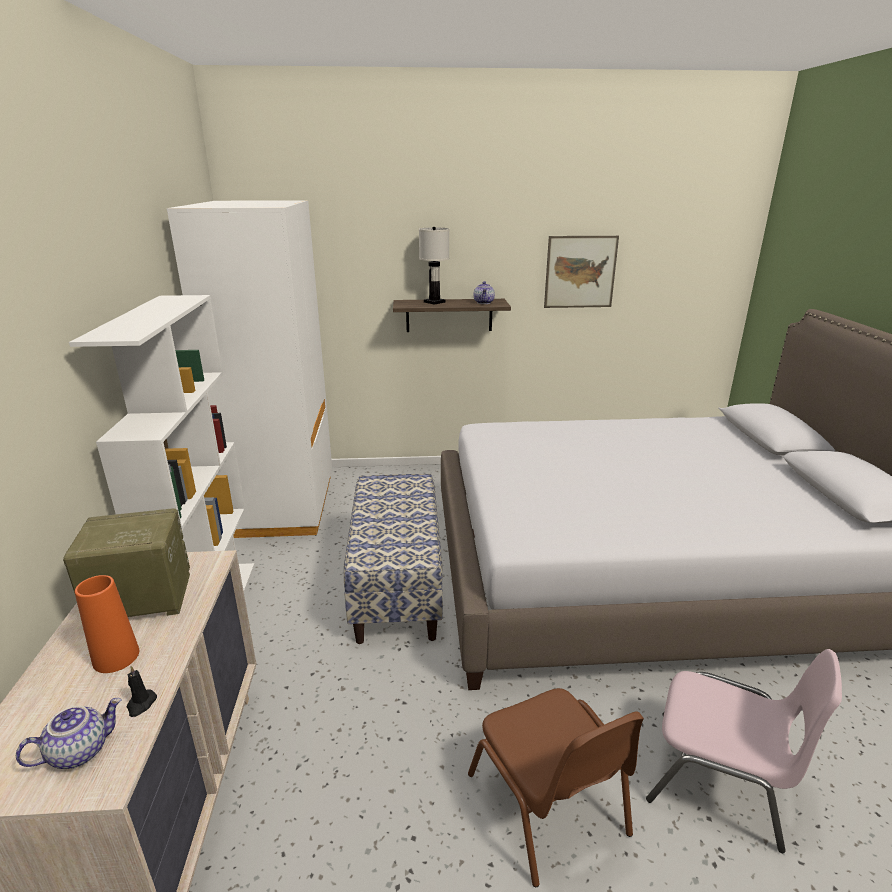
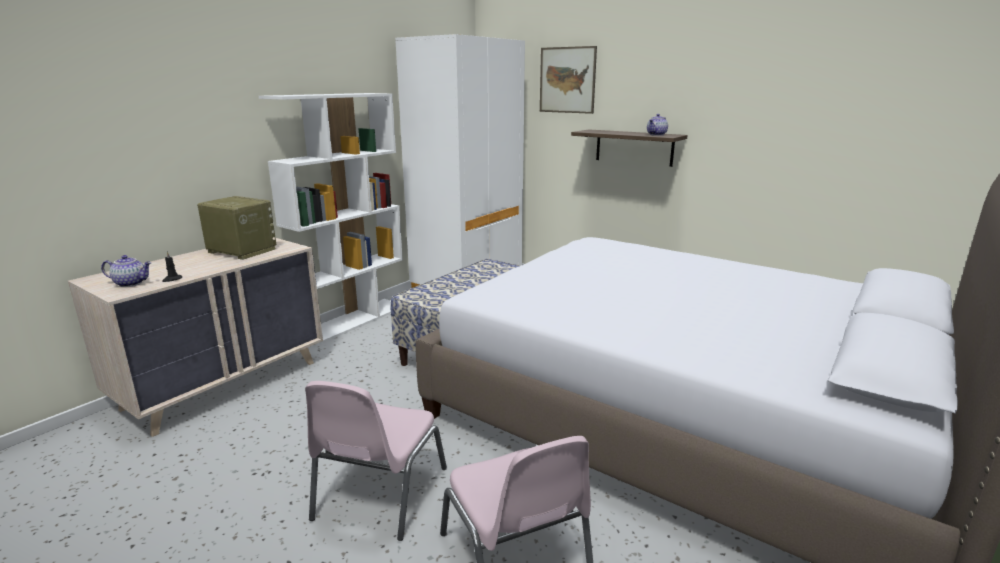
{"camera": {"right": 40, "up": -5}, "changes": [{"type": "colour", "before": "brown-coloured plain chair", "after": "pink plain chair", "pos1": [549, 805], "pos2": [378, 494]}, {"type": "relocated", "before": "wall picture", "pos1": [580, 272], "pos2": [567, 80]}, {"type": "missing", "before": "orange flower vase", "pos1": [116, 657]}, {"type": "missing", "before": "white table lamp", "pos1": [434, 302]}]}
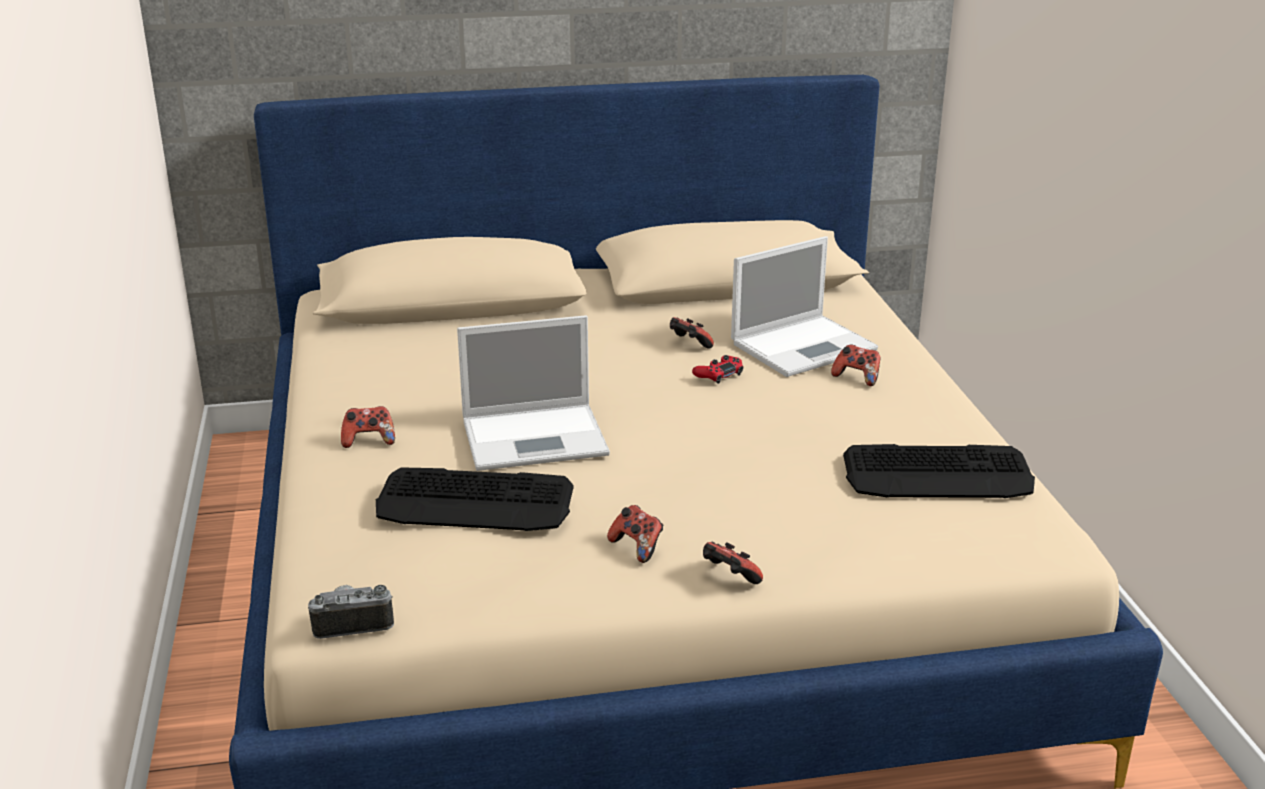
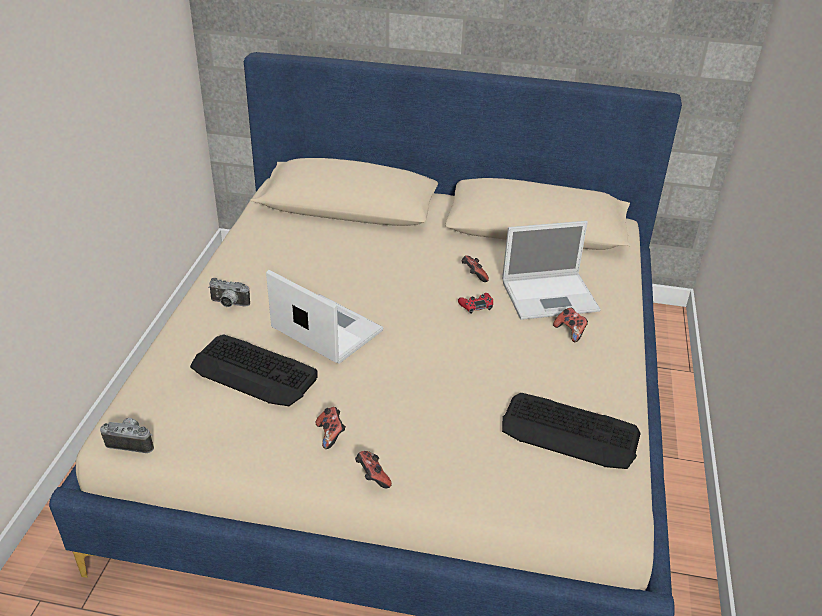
{"camera": {"right": 20, "up": 10}, "changes": [{"type": "exchanged", "before": "gamepad", "after": "photo camera", "pos1": [369, 440], "pos2": [228, 304]}, {"type": "spun", "before": "laptop", "pos1": [537, 437], "pos2": [325, 329], "turn": -150}]}
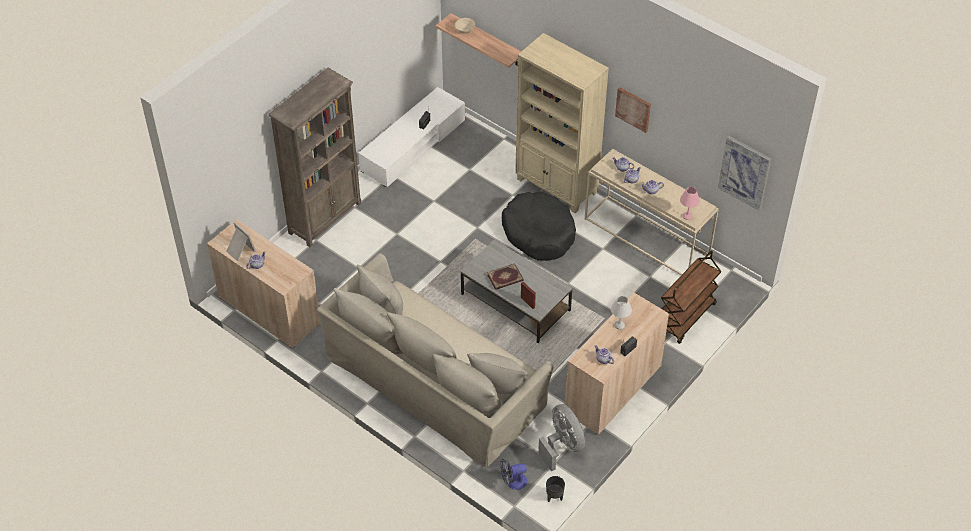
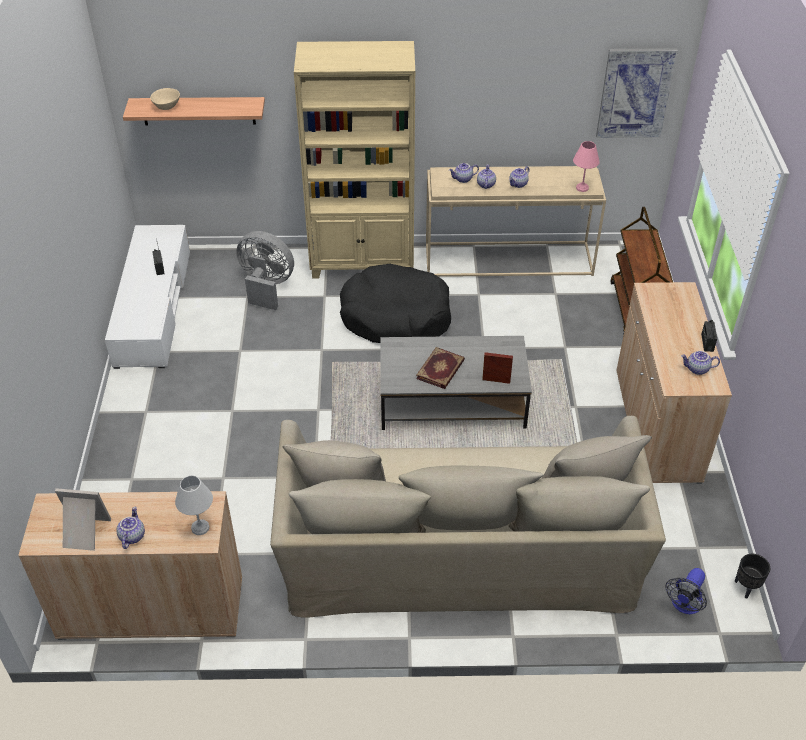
{"camera": {"right": -40, "up": -5}, "changes": [{"type": "relocated", "before": "white table lamp", "pos1": [619, 325], "pos2": [200, 527]}, {"type": "relocated", "before": "grey fan", "pos1": [562, 446], "pos2": [266, 286]}, {"type": "missing", "before": "brown-coloured shelving unit", "pos1": [325, 217]}, {"type": "missing", "before": "wall picture", "pos1": [633, 109]}]}
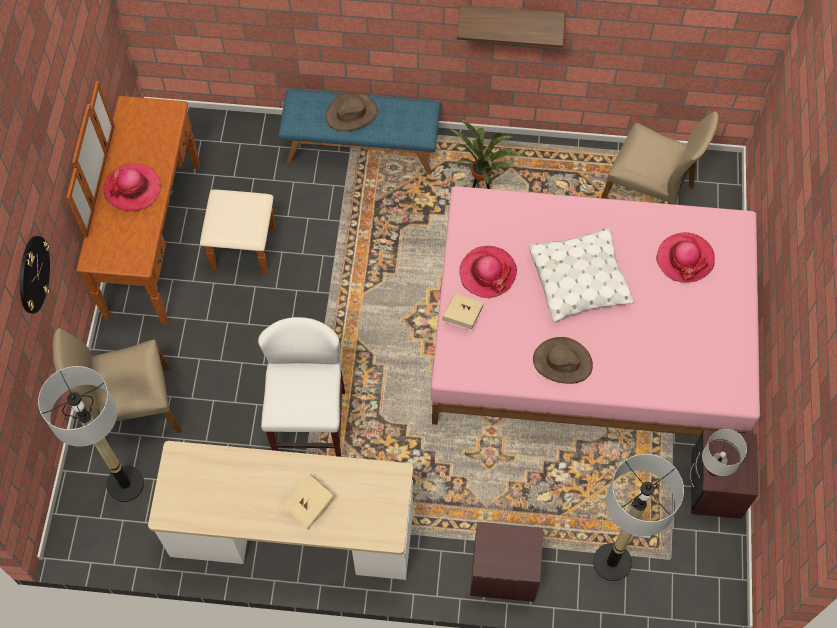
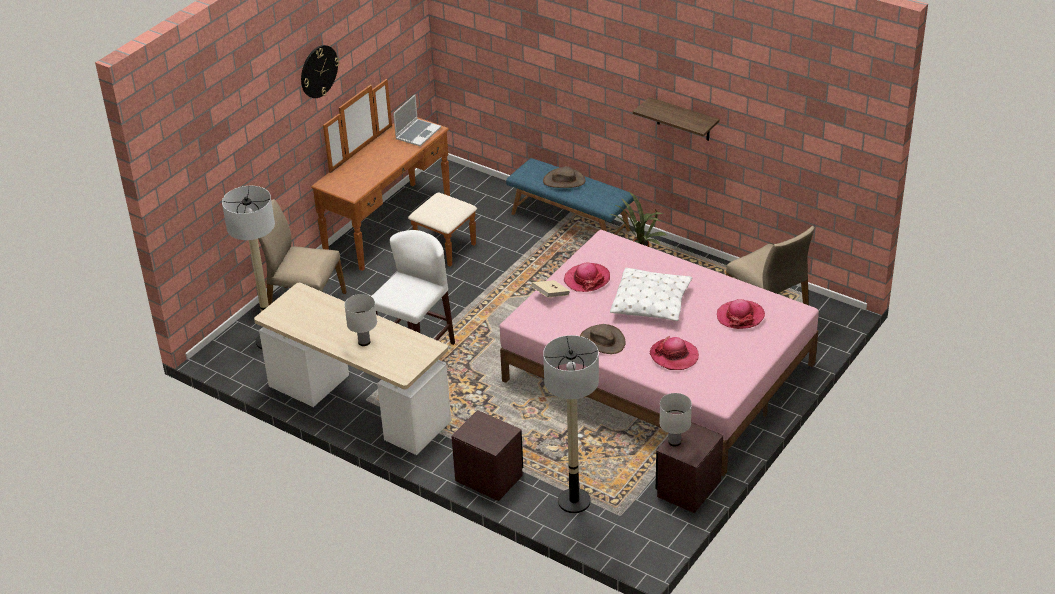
{"camera": {"right": 30, "up": -25}, "changes": [{"type": "relocated", "before": "hanging clock", "pos1": [33, 274], "pos2": [318, 71]}, {"type": "exchanged", "before": "beige book", "after": "white table lamp", "pos1": [310, 504], "pos2": [364, 342]}, {"type": "appeared", "after": "laptop", "pos2": [418, 133]}, {"type": "relocated", "before": "wearable hat", "pos1": [133, 189], "pos2": [674, 356]}]}
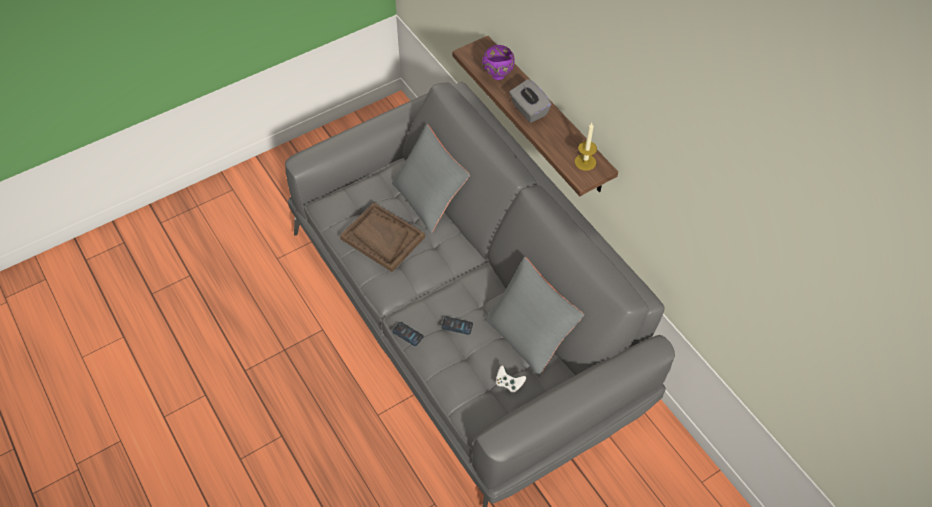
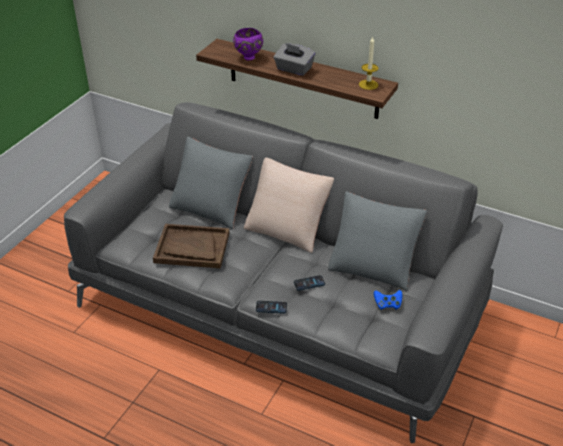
{"camera": {"right": -30, "up": -15}, "changes": [{"type": "appeared", "after": "beige throw pillow", "pos2": [287, 228]}, {"type": "colour", "before": "white gamepad", "after": "blue gamepad", "pos1": [509, 383], "pos2": [387, 304]}]}
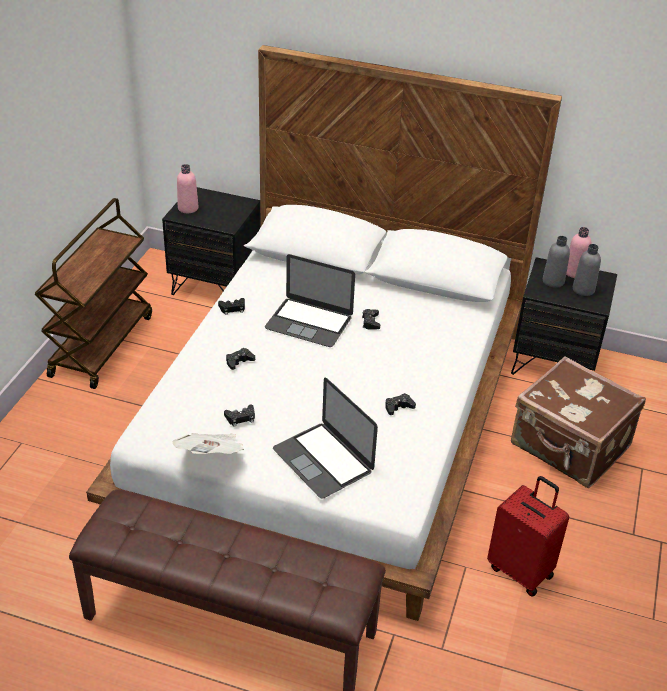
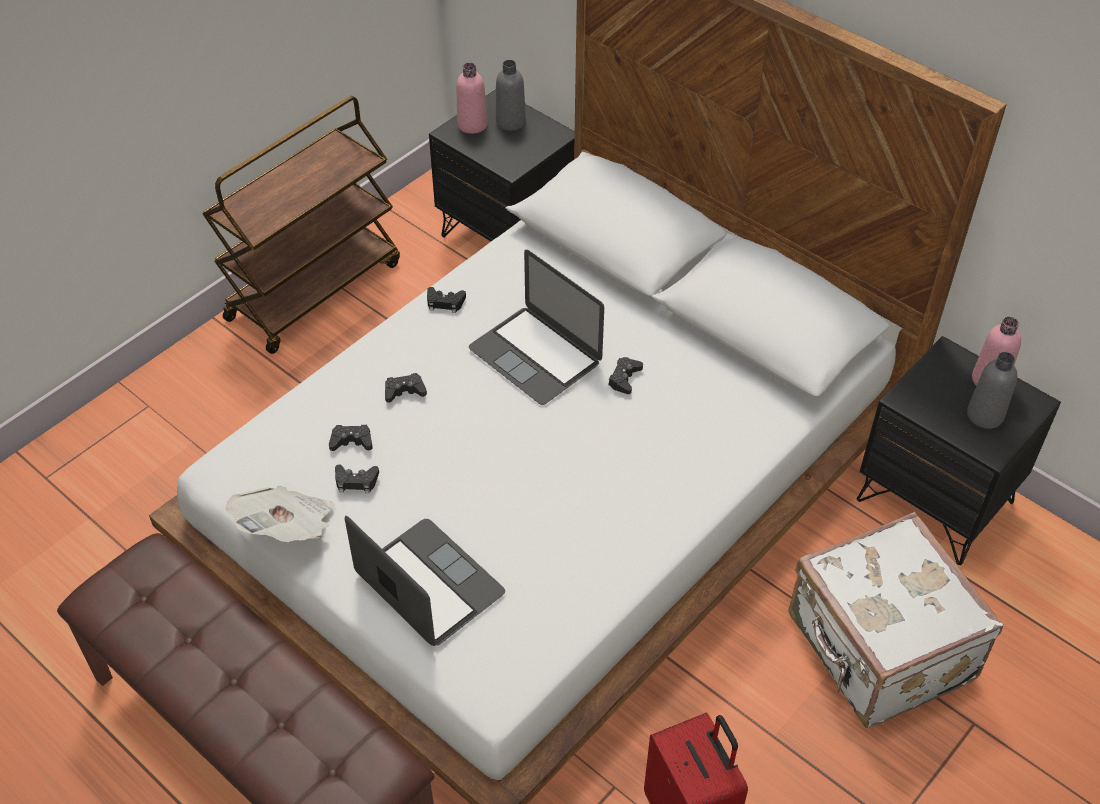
{"camera": {"right": 25, "up": 10}, "changes": [{"type": "relocated", "before": "black gamepad", "pos1": [398, 407], "pos2": [352, 441]}, {"type": "spun", "before": "laptop", "pos1": [323, 460], "pos2": [428, 583], "turn": 150}, {"type": "relocated", "before": "grey beverage bottle", "pos1": [553, 281], "pos2": [510, 122]}, {"type": "colour", "before": "brown-coloured travel case", "after": "white travel case", "pos1": [569, 447], "pos2": [877, 650]}]}
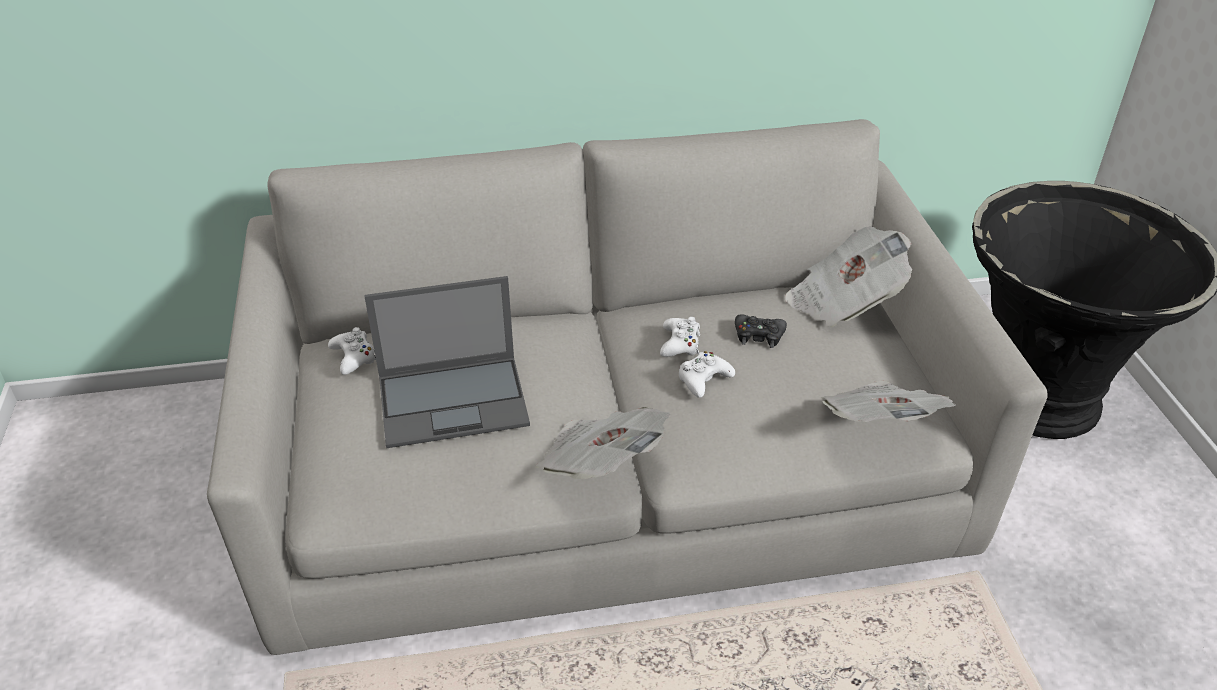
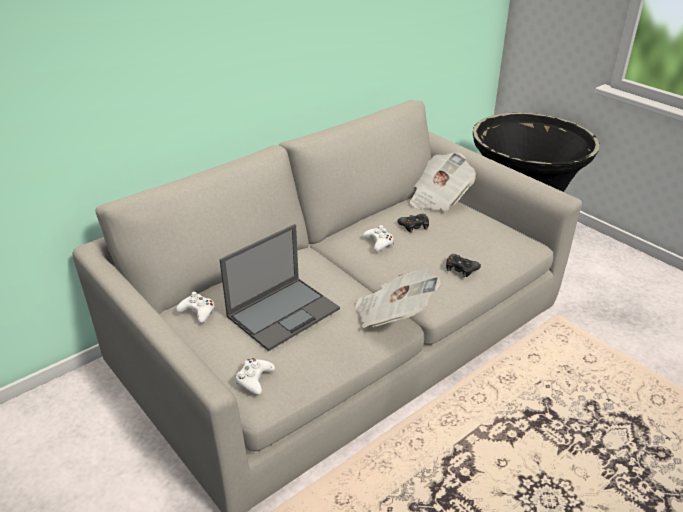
{"camera": {"right": -30, "up": -5}, "changes": [{"type": "relocated", "before": "white gamepad", "pos1": [703, 379], "pos2": [254, 379]}, {"type": "appeared", "after": "black gamepad", "pos2": [461, 269]}, {"type": "missing", "before": "printed paper", "pos1": [880, 426]}]}
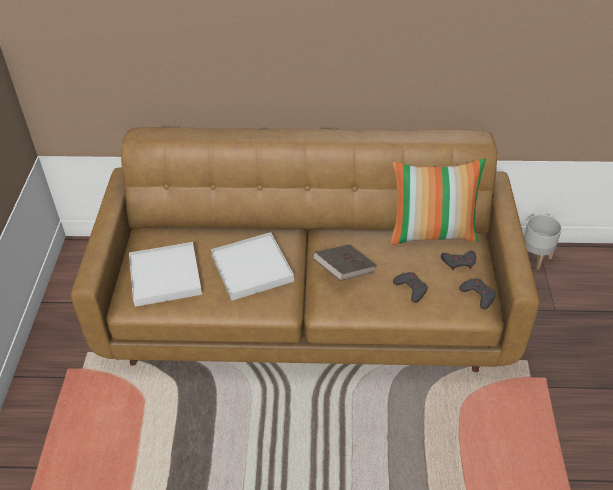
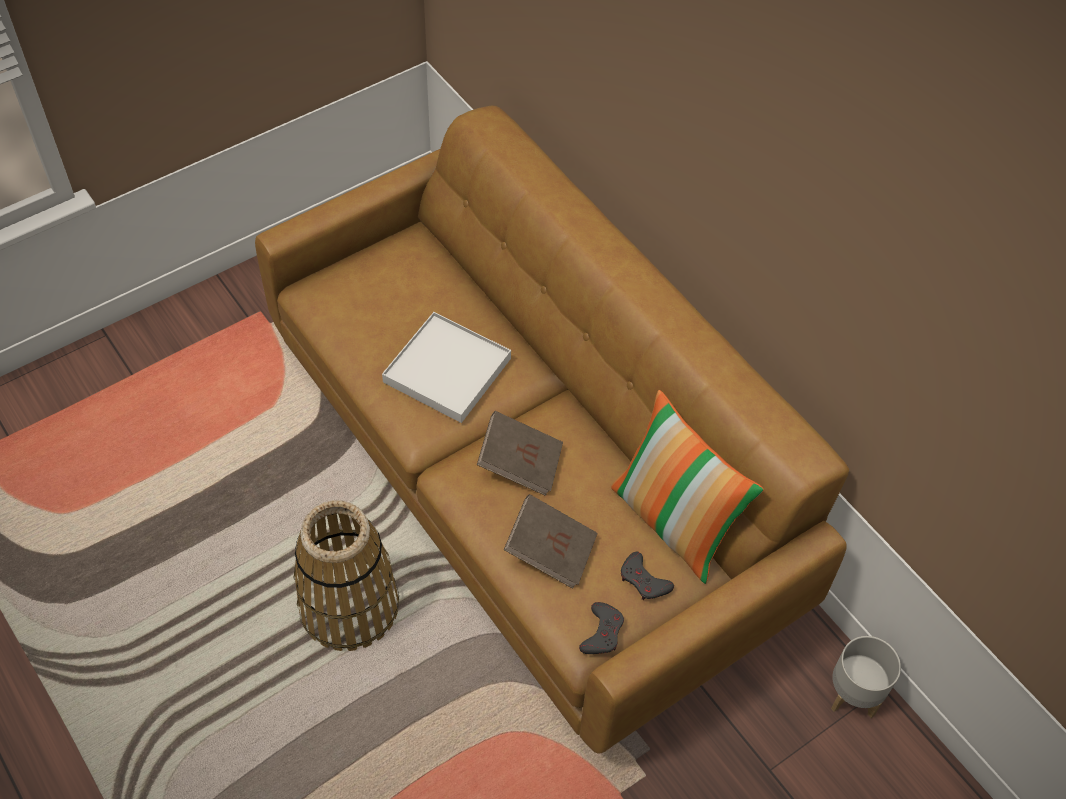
{"camera": {"right": 50, "up": 10}, "changes": [{"type": "appeared", "after": "household basket", "pos2": [349, 606]}, {"type": "exchanged", "before": "grey gamepad", "after": "brown-coloured book", "pos1": [411, 288], "pos2": [550, 551]}, {"type": "missing", "before": "white serving tray", "pos1": [165, 276]}]}
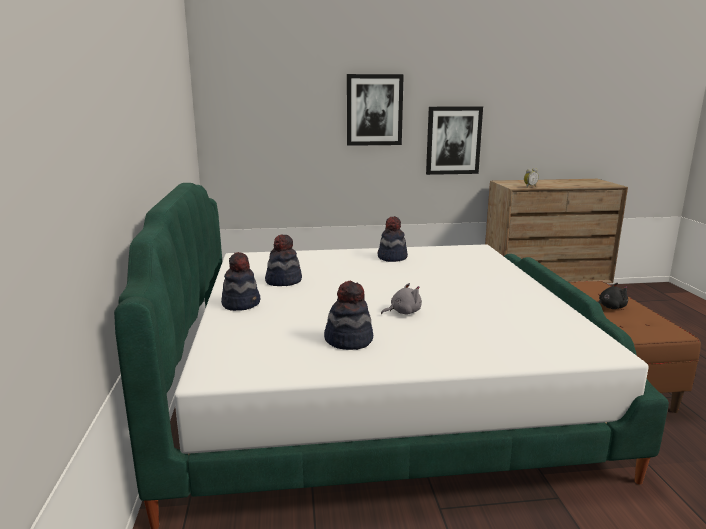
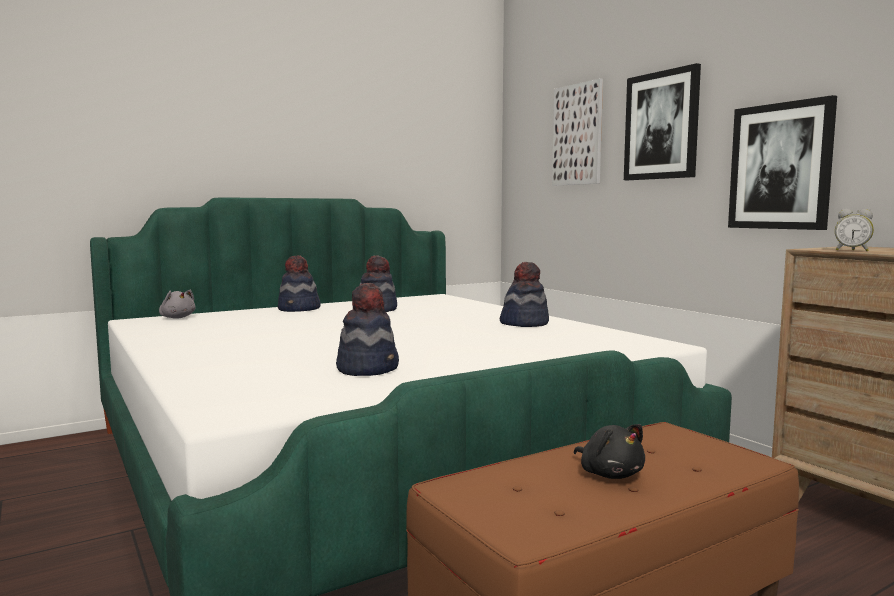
{"camera": {"right": 65, "up": -10}, "changes": [{"type": "relocated", "before": "grey plush toy", "pos1": [403, 312], "pos2": [177, 318]}, {"type": "relocated", "before": "wearable hat", "pos1": [348, 340], "pos2": [368, 369]}, {"type": "appeared", "after": "wall picture", "pos2": [577, 135]}]}
